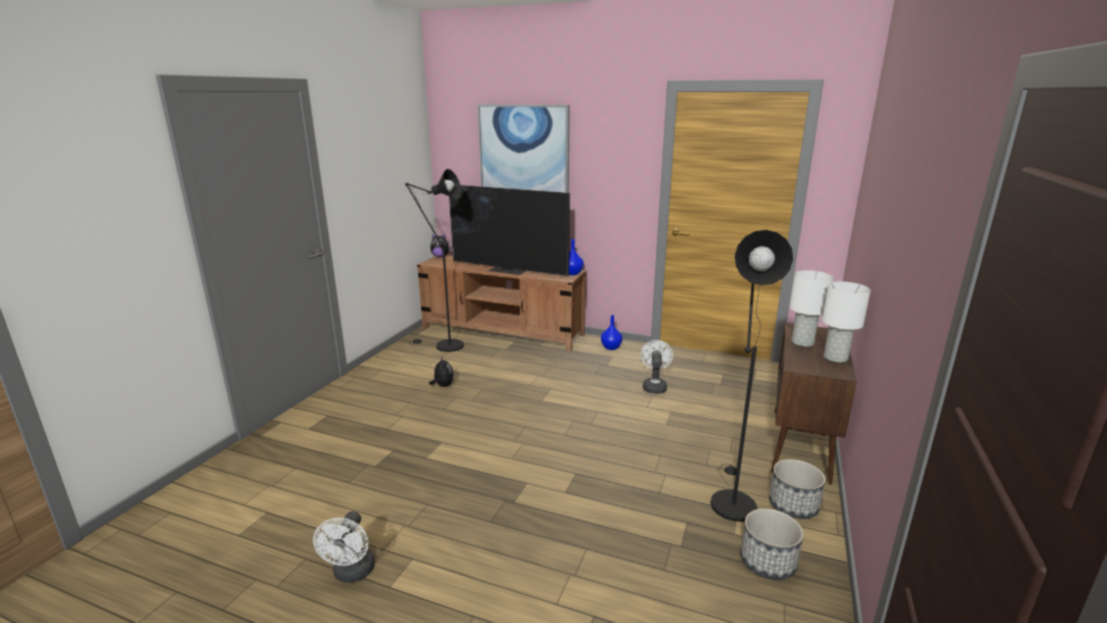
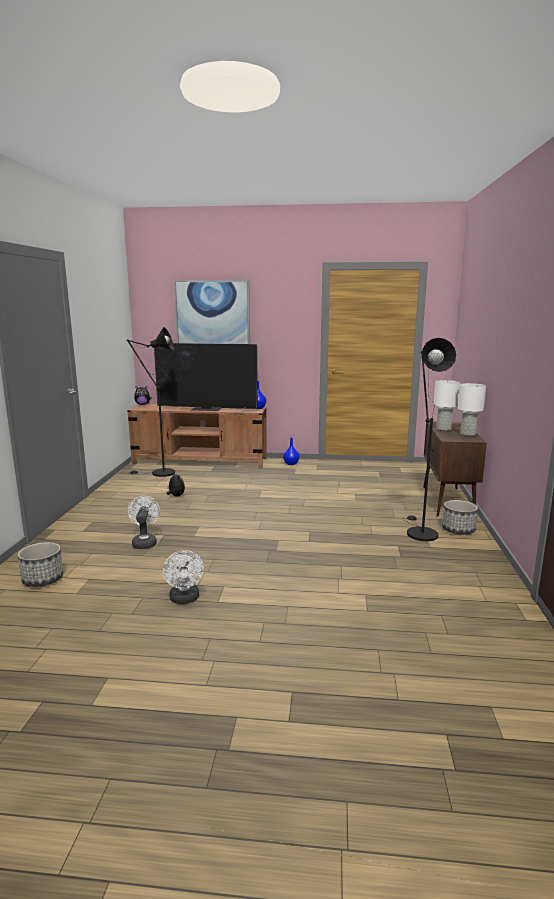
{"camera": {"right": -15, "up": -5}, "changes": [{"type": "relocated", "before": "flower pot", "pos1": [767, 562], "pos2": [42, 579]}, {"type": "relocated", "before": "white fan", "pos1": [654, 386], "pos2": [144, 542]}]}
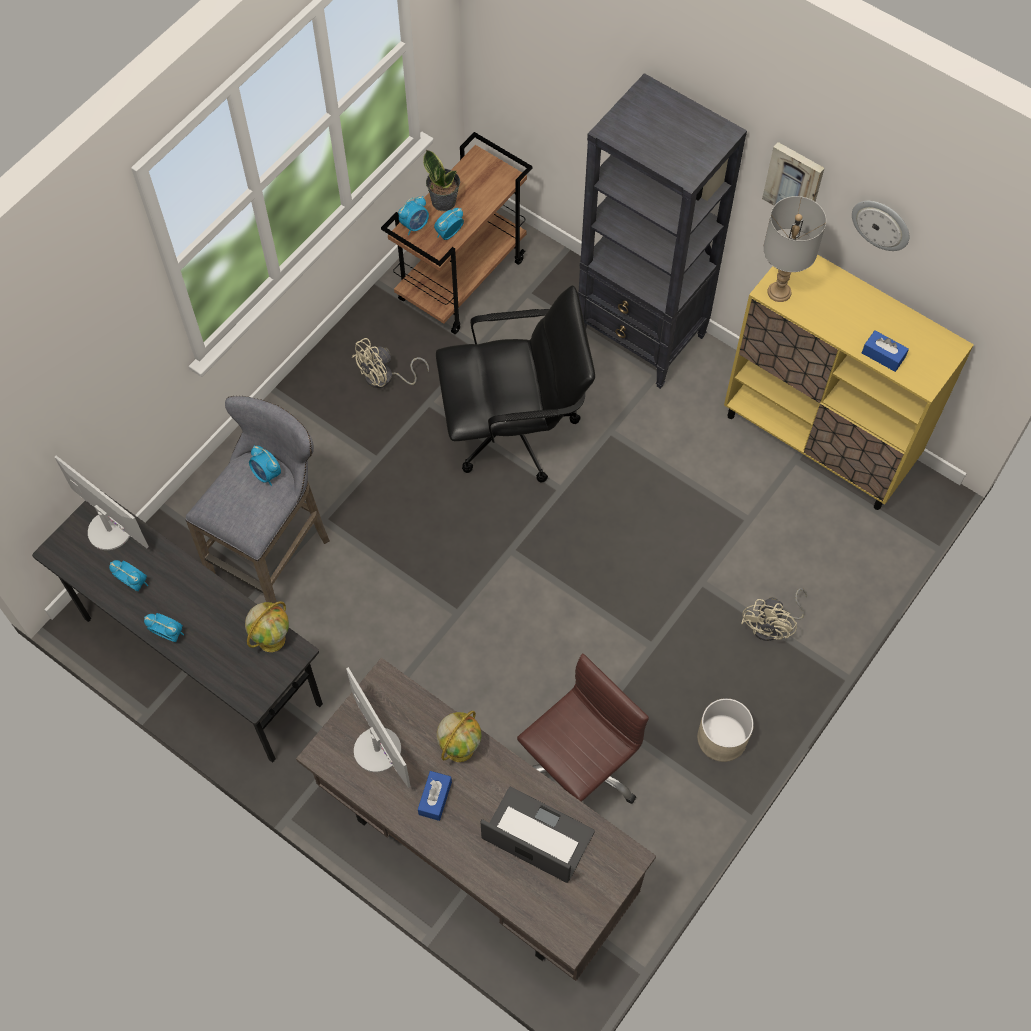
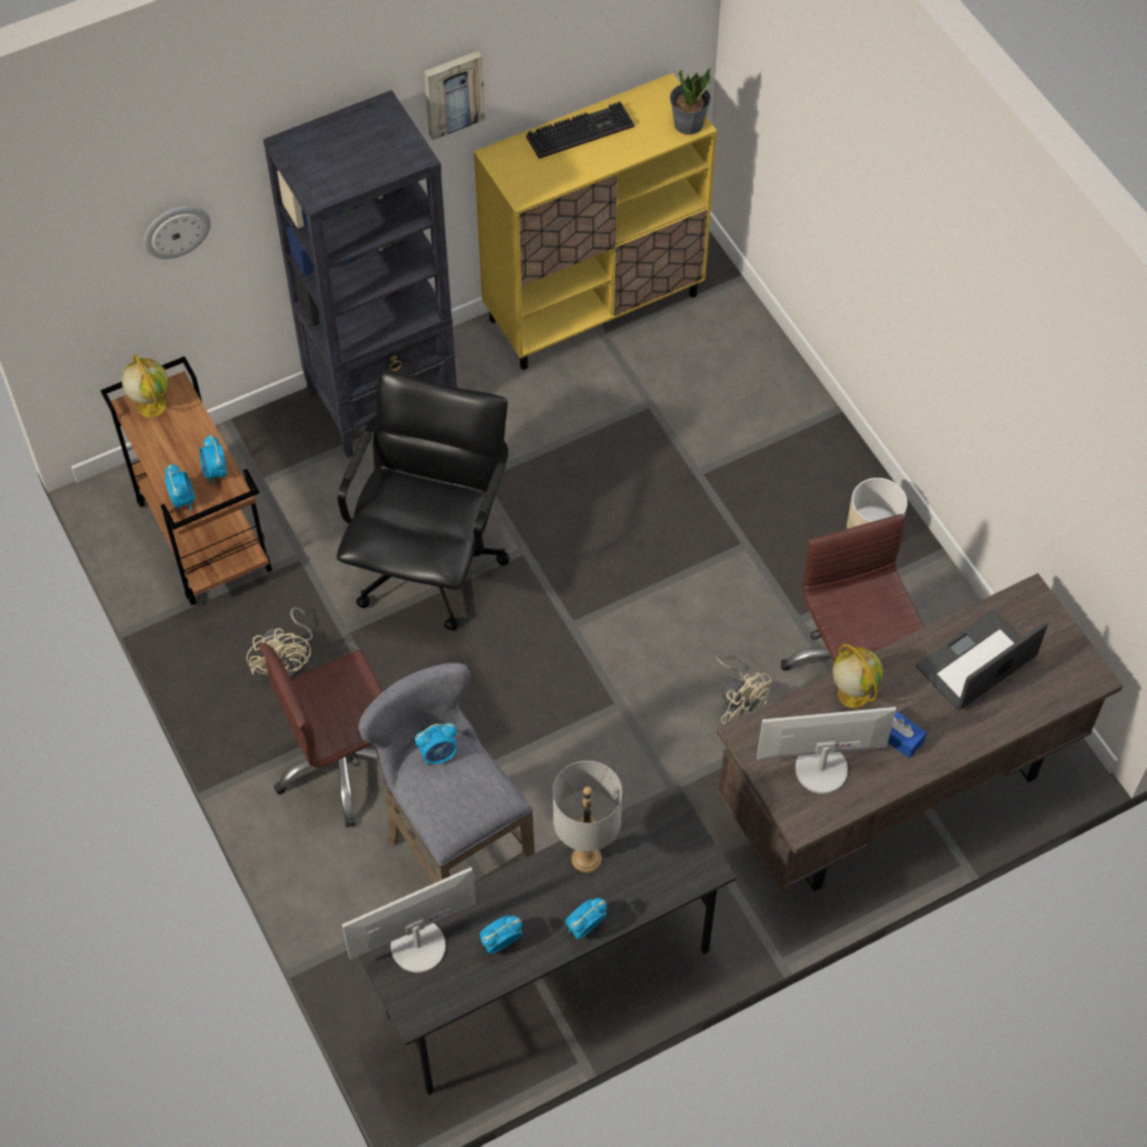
{"camera": {"right": -65, "up": -5}, "changes": [{"type": "relocated", "before": "world globe", "pos1": [272, 638], "pos2": [151, 405]}, {"type": "relocated", "before": "hanging clock", "pos1": [881, 224], "pos2": [176, 230]}, {"type": "appeared", "after": "brown-coloured office chair", "pos2": [343, 763]}, {"type": "appeared", "after": "computer keyboard", "pos2": [581, 130]}, {"type": "relocated", "before": "grey table lamp", "pos1": [779, 292], "pos2": [587, 858]}, {"type": "relocated", "before": "houseplant", "pos1": [444, 201], "pos2": [688, 123]}, {"type": "relocated", "before": "beige fan", "pos1": [773, 625], "pos2": [738, 707]}, {"type": "missing", "before": "blue box of tissues", "pos1": [883, 355]}]}
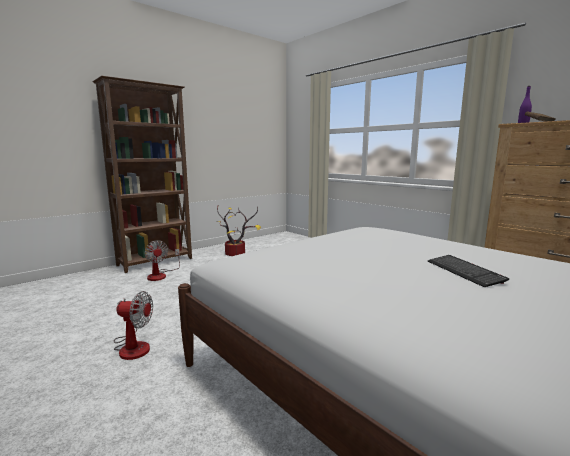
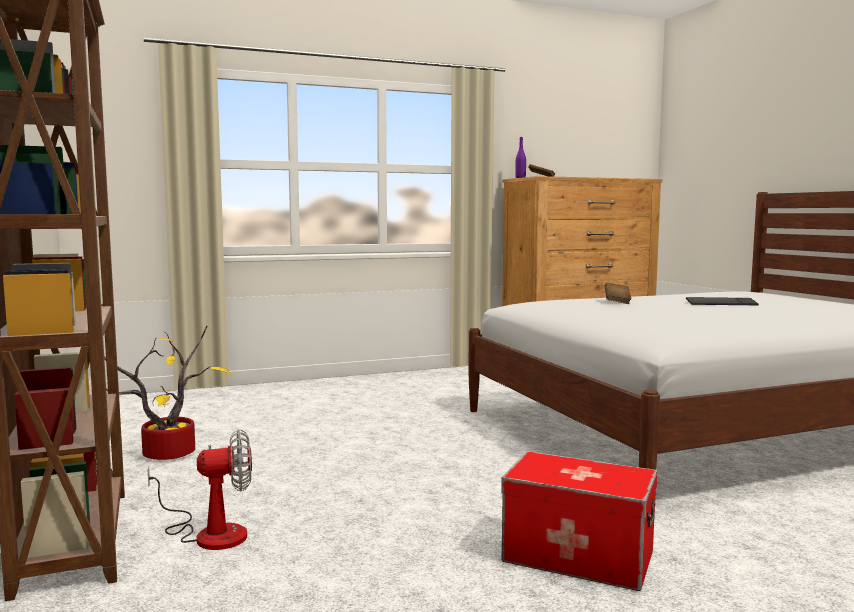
{"camera": {"right": -70, "up": -5}, "changes": [{"type": "exchanged", "before": "fan", "after": "storage bin", "pos1": [132, 346], "pos2": [577, 557]}, {"type": "appeared", "after": "brown-coloured book", "pos2": [617, 302]}]}
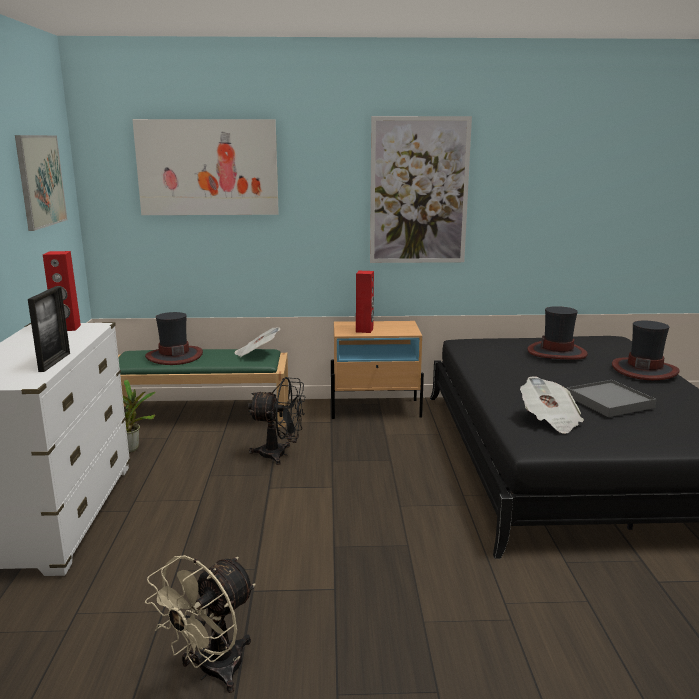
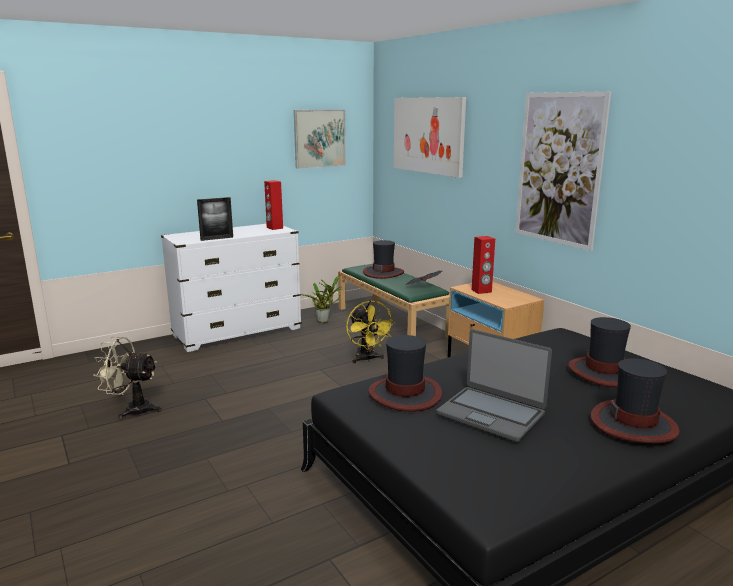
{"camera": {"right": 60, "up": 0}, "changes": [{"type": "colour", "before": "black fan", "after": "yellowish fan", "pos1": [280, 455], "pos2": [367, 359]}, {"type": "exchanged", "before": "printed paper", "after": "wearable hat", "pos1": [550, 420], "pos2": [405, 394]}, {"type": "exchanged", "before": "grey serving tray", "after": "laptop", "pos1": [609, 401], "pos2": [491, 414]}]}
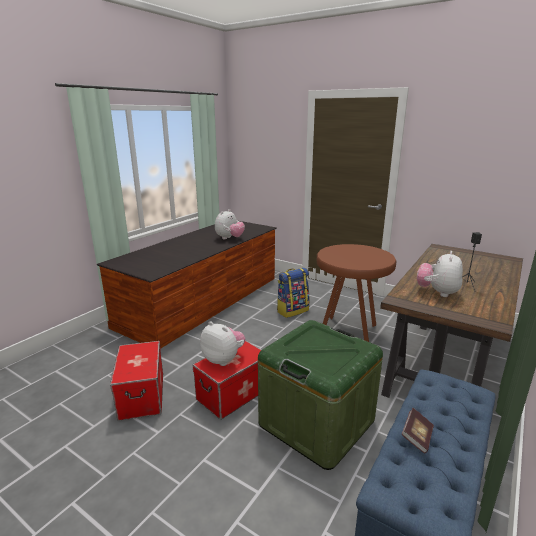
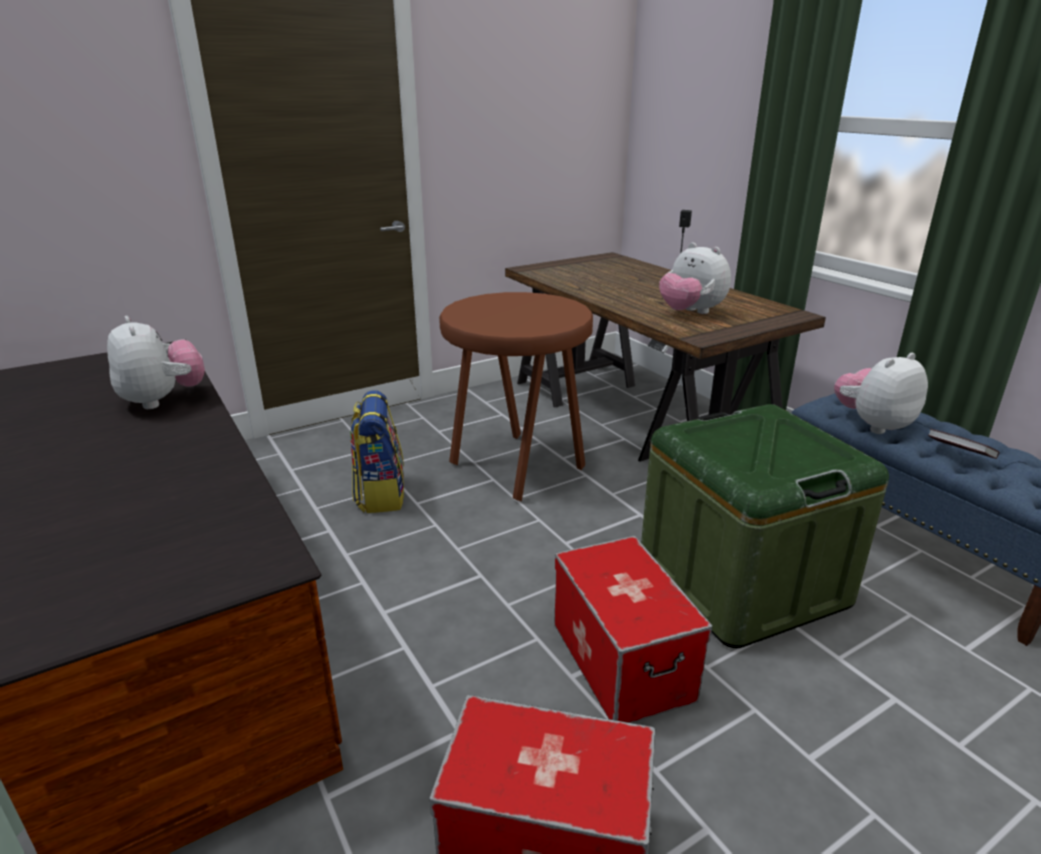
{"camera": {"right": -65, "up": 5}, "changes": [{"type": "relocated", "before": "plush toy", "pos1": [223, 359], "pos2": [873, 425]}]}
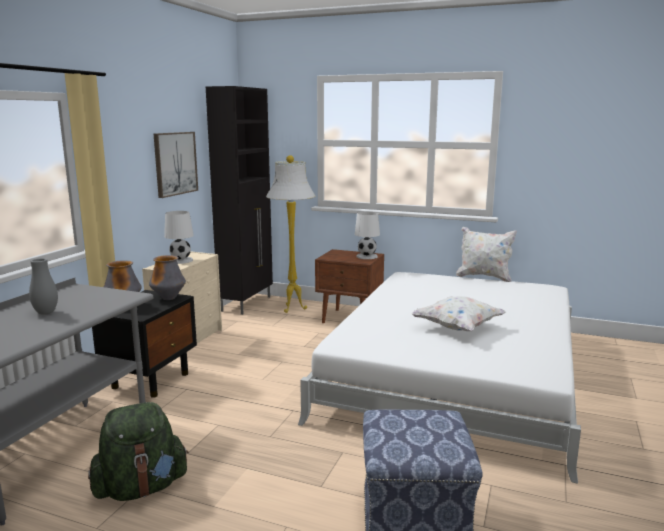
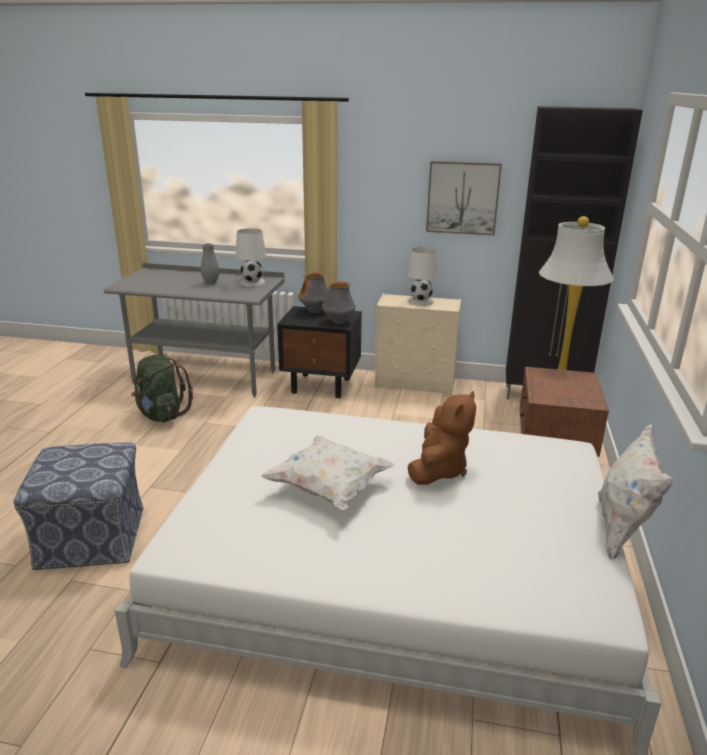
{"camera": {"right": 80, "up": 10}, "changes": [{"type": "relocated", "before": "white table lamp", "pos1": [366, 256], "pos2": [252, 282]}, {"type": "appeared", "after": "brown-coloured plush toy", "pos2": [438, 470]}]}
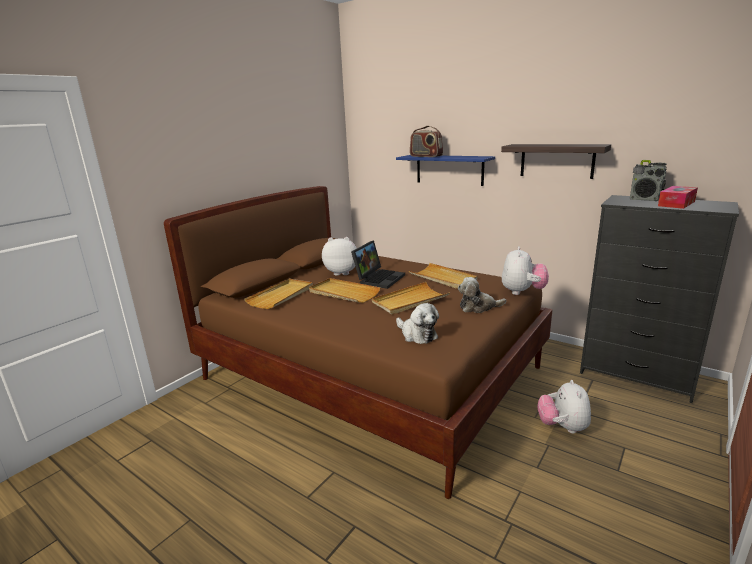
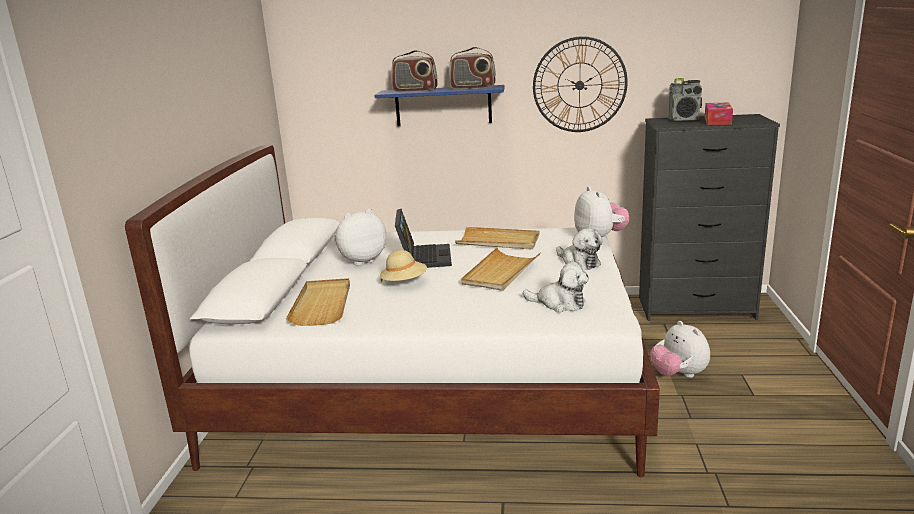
{"camera": {"right": -30, "up": 0}, "changes": [{"type": "colour", "before": "brown-coloured sleeping bed", "after": "white sleeping bed", "pos1": [371, 373], "pos2": [431, 386]}, {"type": "exchanged", "before": "beige serving tray", "after": "beige wearable hat", "pos1": [343, 293], "pos2": [404, 282]}, {"type": "appeared", "after": "radio", "pos2": [472, 88]}, {"type": "exchanged", "before": "wall shelf", "after": "hanging clock", "pos1": [556, 160], "pos2": [579, 85]}, {"type": "spun", "before": "plush toy", "pos1": [478, 307], "pos2": [579, 262], "turn": -90}]}
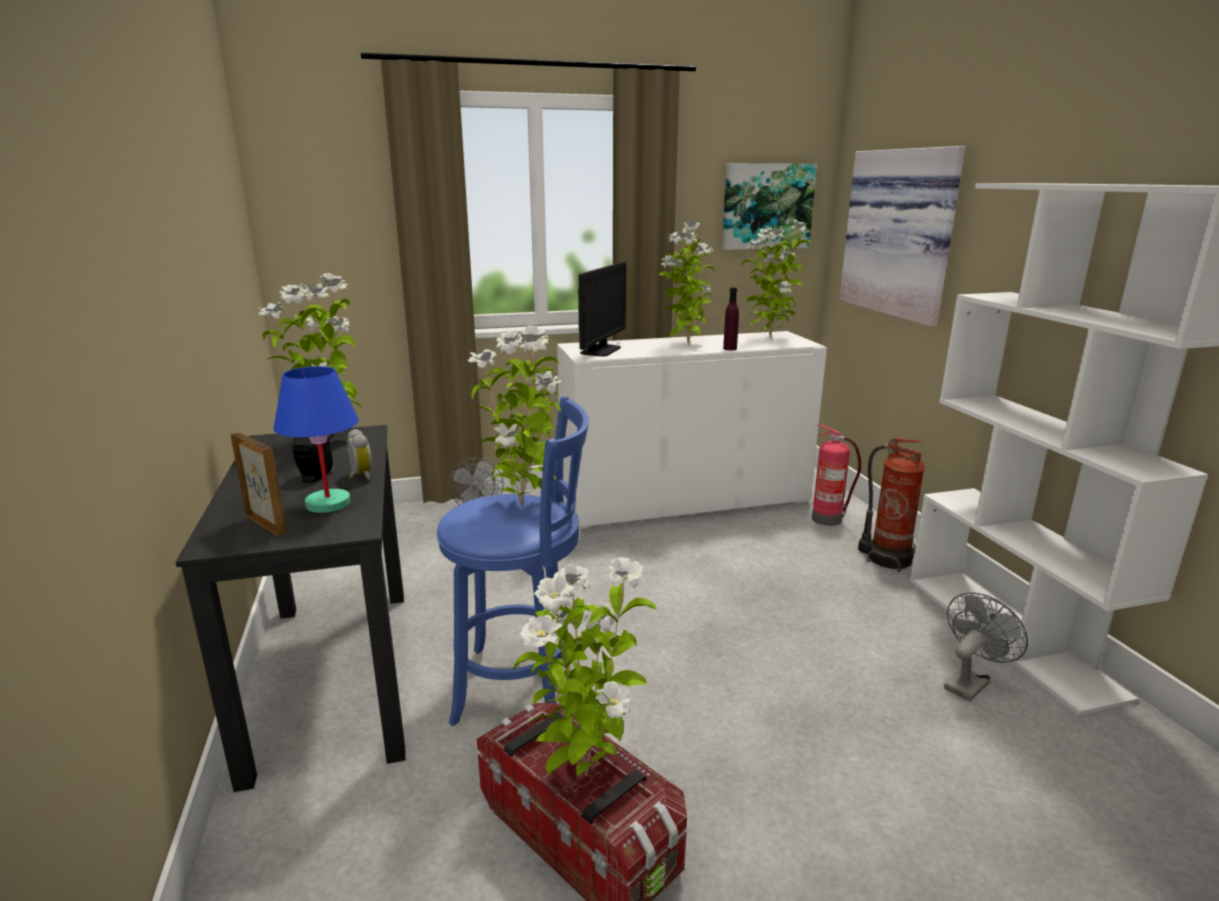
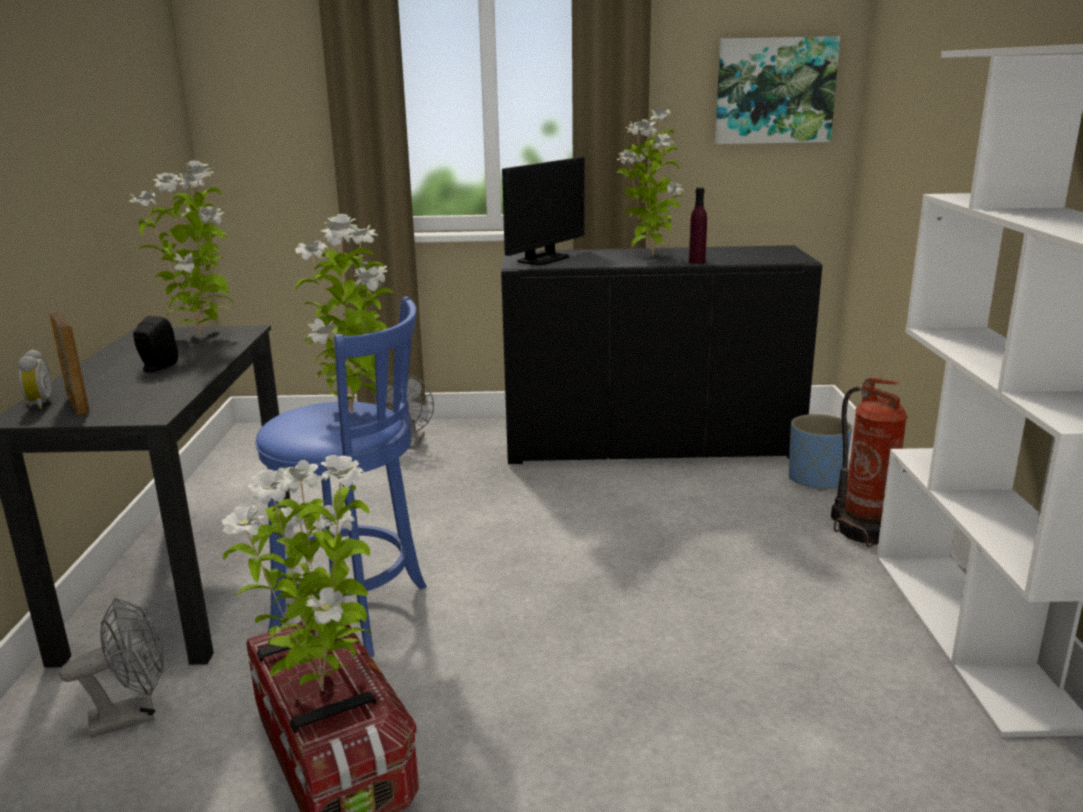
{"camera": {"right": 15, "up": 0}, "changes": [{"type": "relocated", "before": "bedside clock", "pos1": [360, 476], "pos2": [37, 404]}, {"type": "relocated", "before": "grey fan", "pos1": [969, 682], "pos2": [133, 716]}, {"type": "colour", "before": "white cabinet", "after": "black cabinet", "pos1": [684, 500], "pos2": [650, 444]}, {"type": "exchanged", "before": "fire-fighting cylinder", "after": "blue flower pot", "pos1": [828, 519], "pos2": [816, 480]}, {"type": "missing", "before": "blue table lamp", "pos1": [329, 504]}, {"type": "missing", "before": "houseplant", "pos1": [769, 338]}, {"type": "missing", "before": "wall picture", "pos1": [902, 233]}]}
